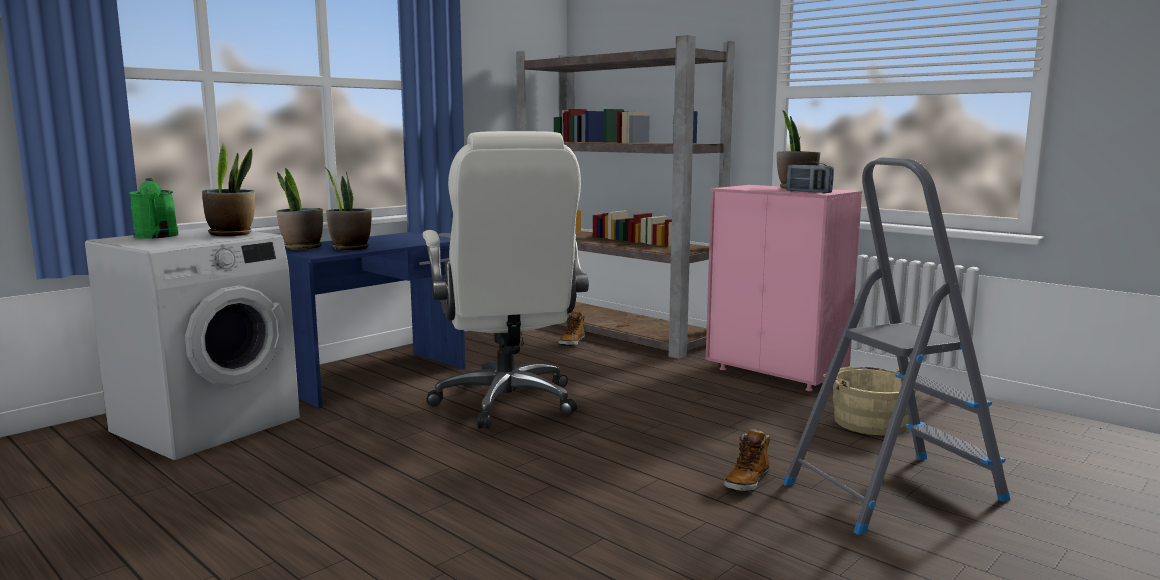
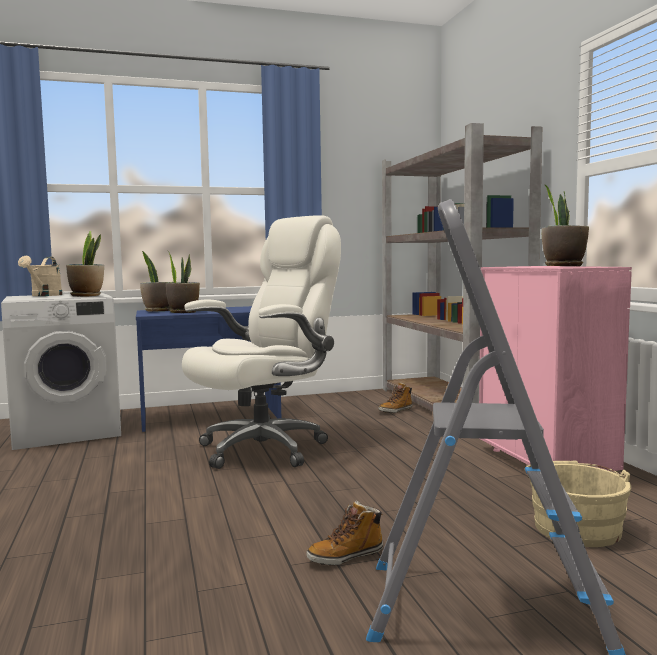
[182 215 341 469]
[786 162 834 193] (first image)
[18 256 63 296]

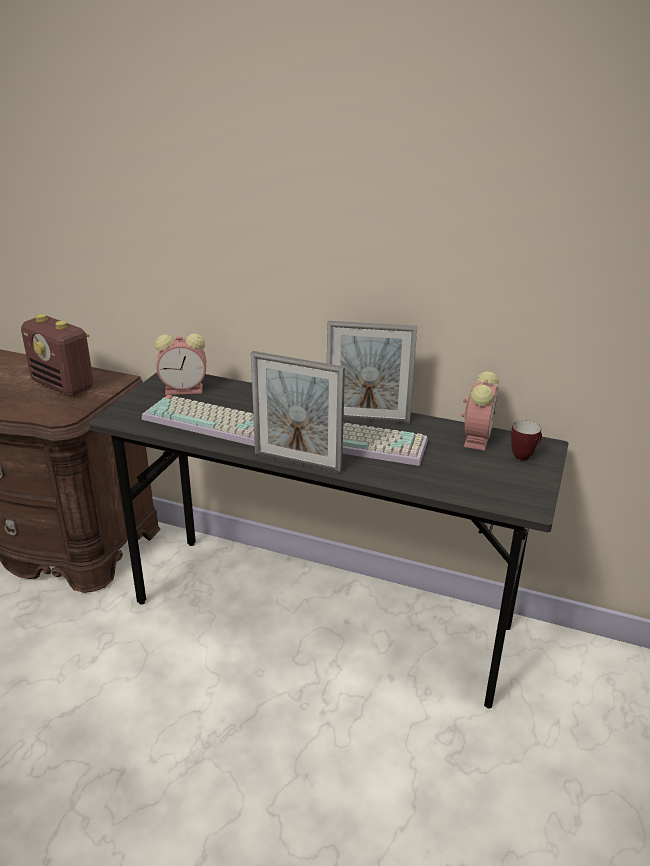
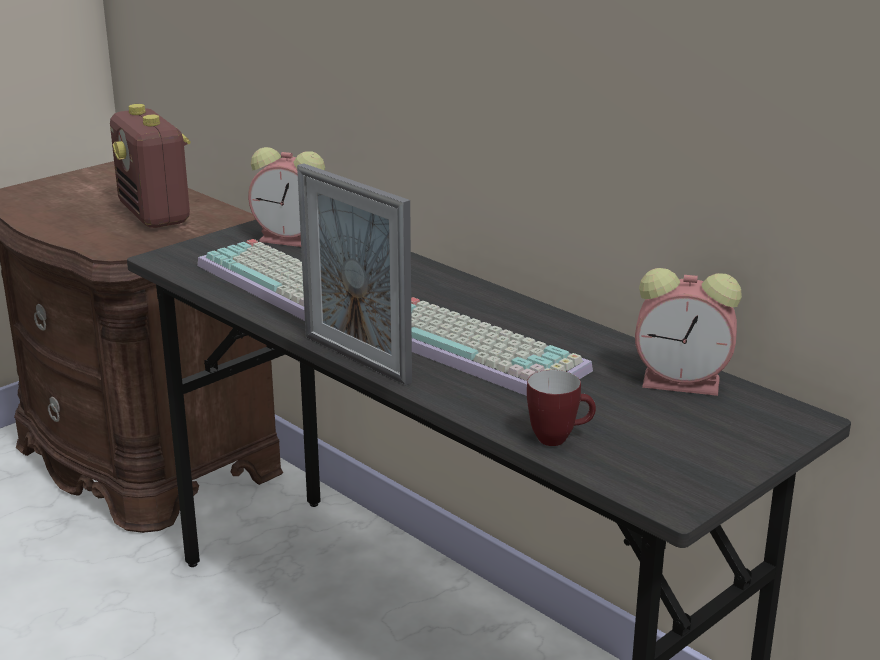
[327 321 417 424] (first image)
[635 268 742 396]
[527 370 596 446]

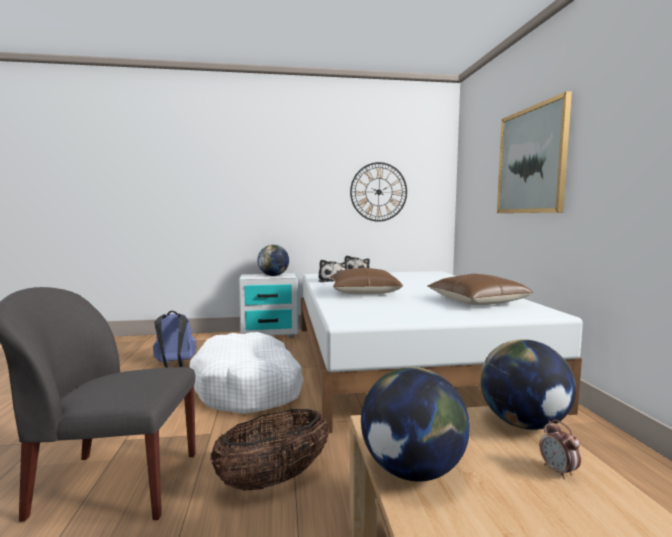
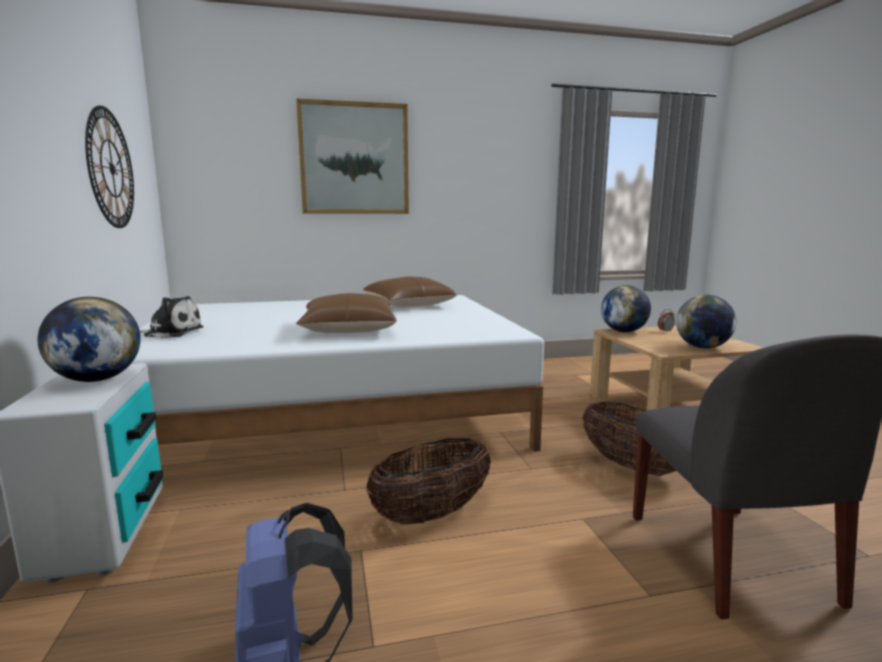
[318 260 347 282] (first image)
[366 439 491 525]

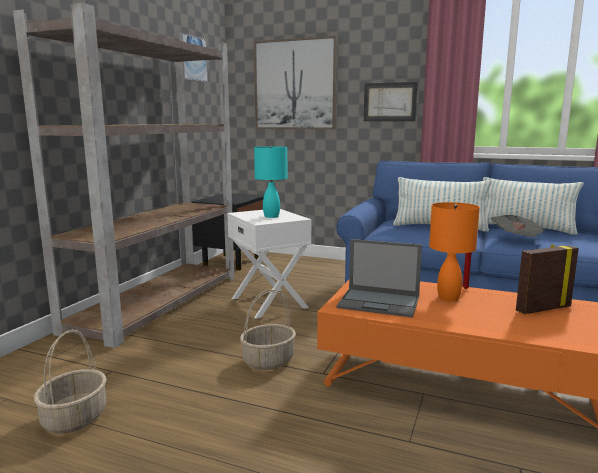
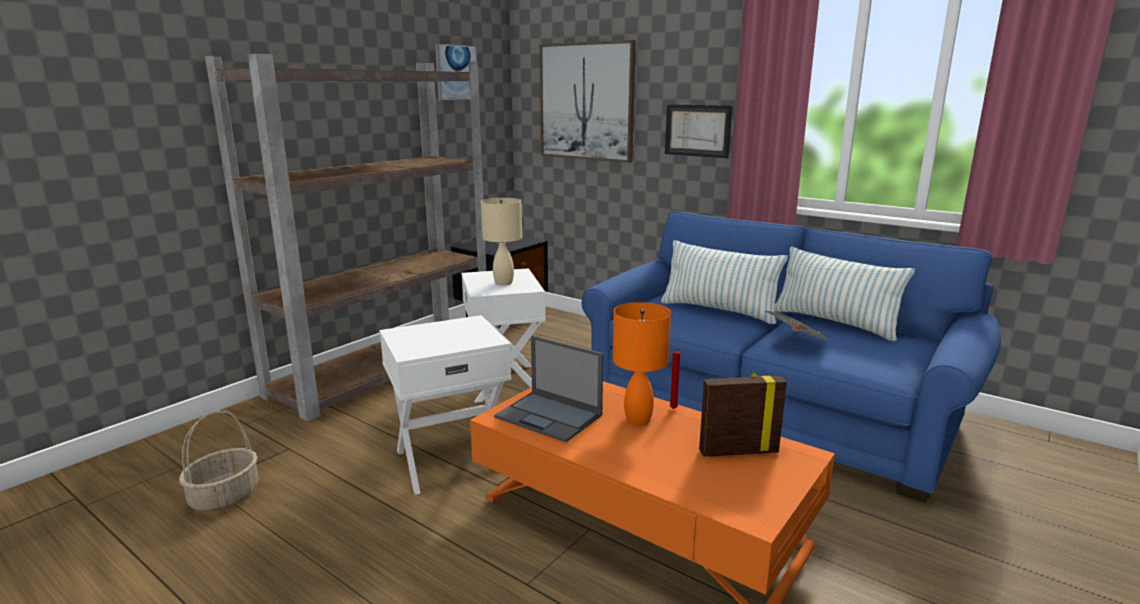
[481 198 522 285]
[379 315 511 495]

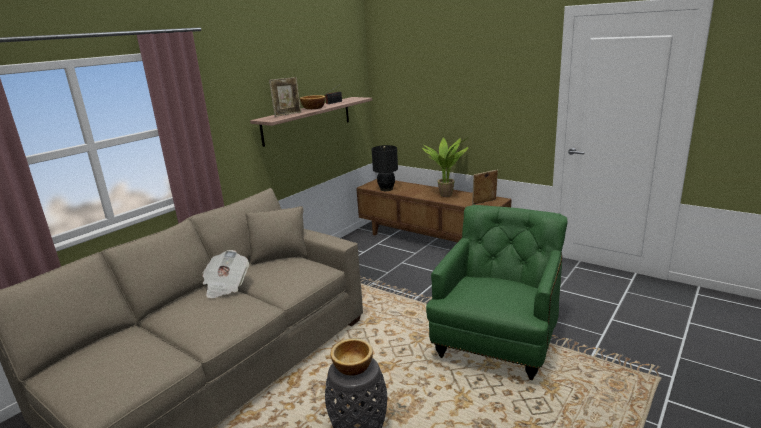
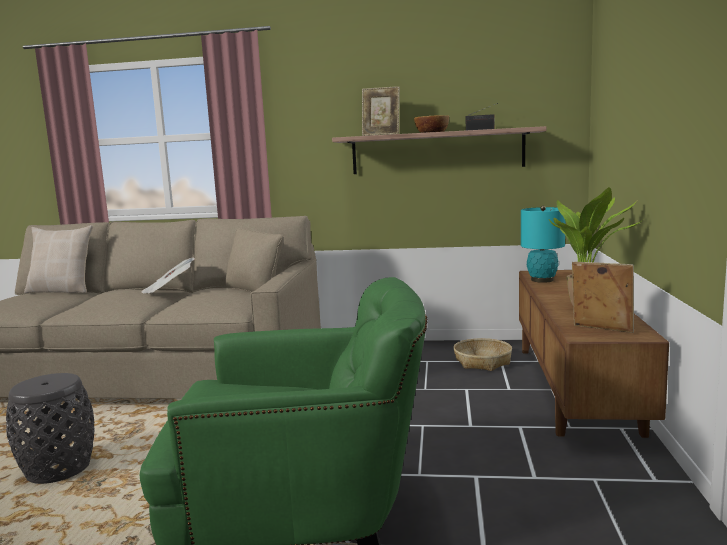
[521 206 565 283]
[330 338 373 376] (first image)
[24 225 93 293]
[453 338 512 371]

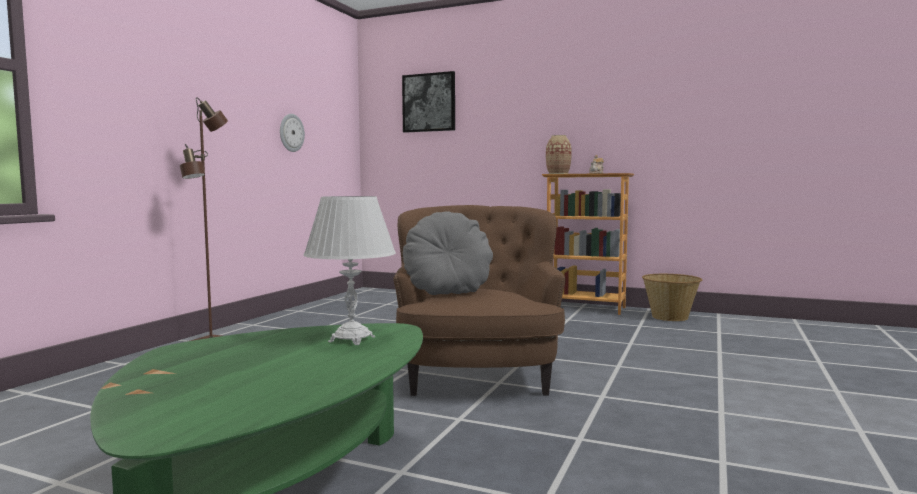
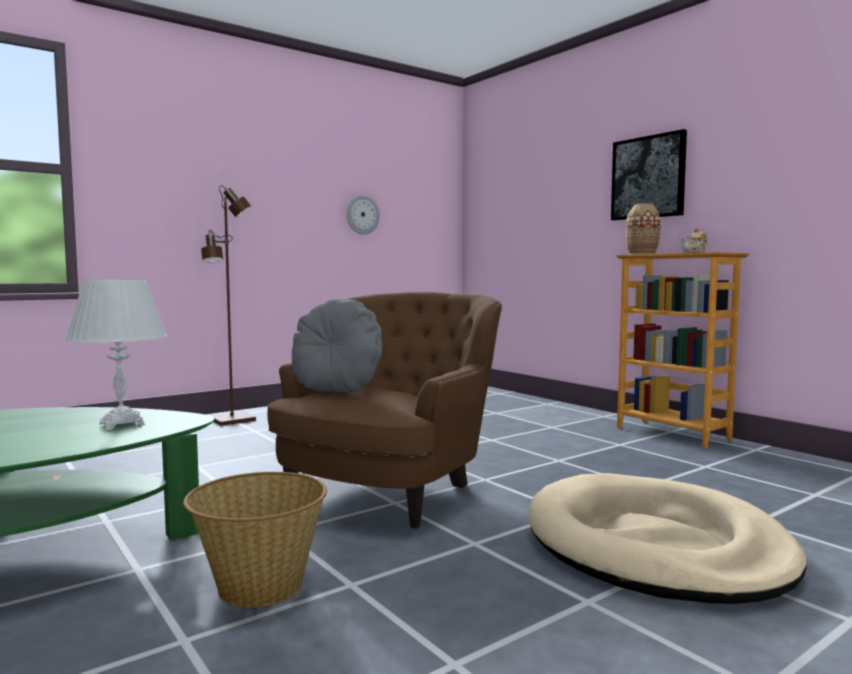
[611 129 687 220]
[183 472 327 607]
[529 473 807 604]

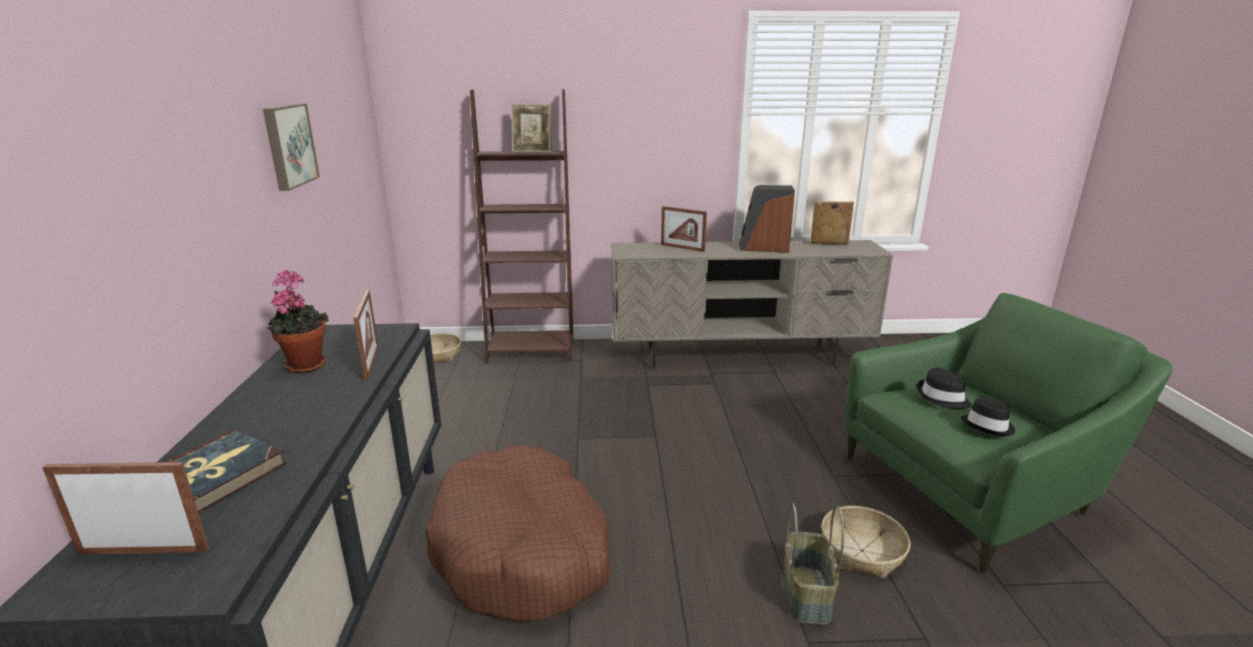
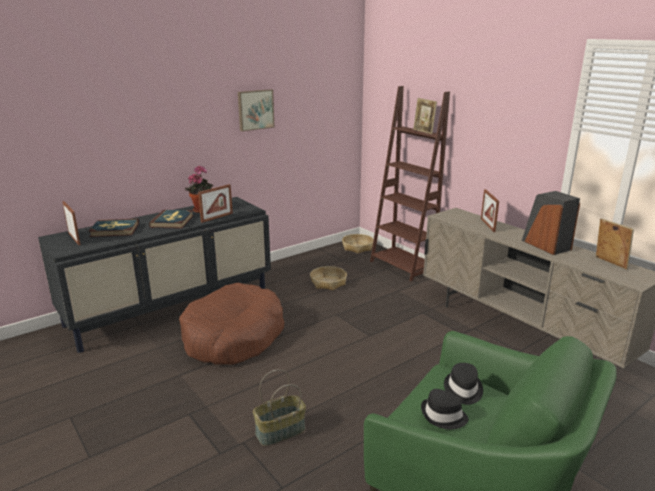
[310 266 347 290]
[149 210 194 229]

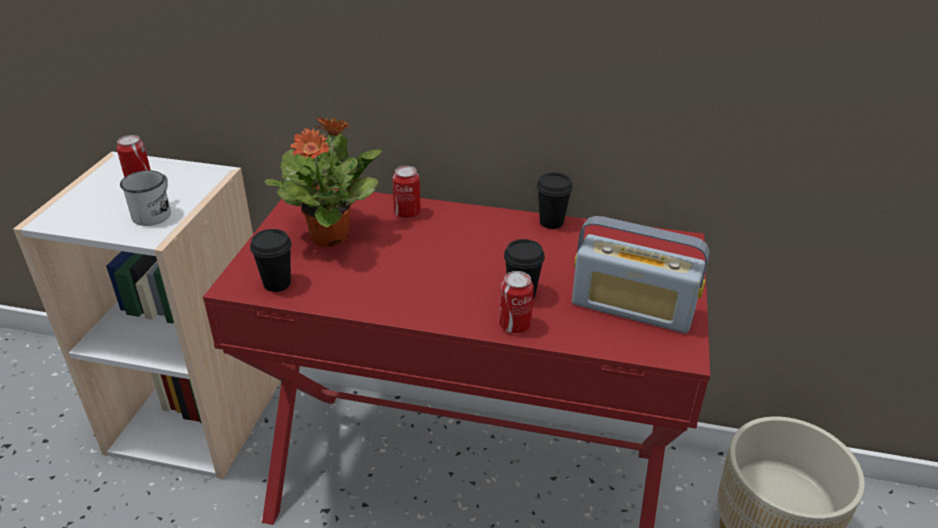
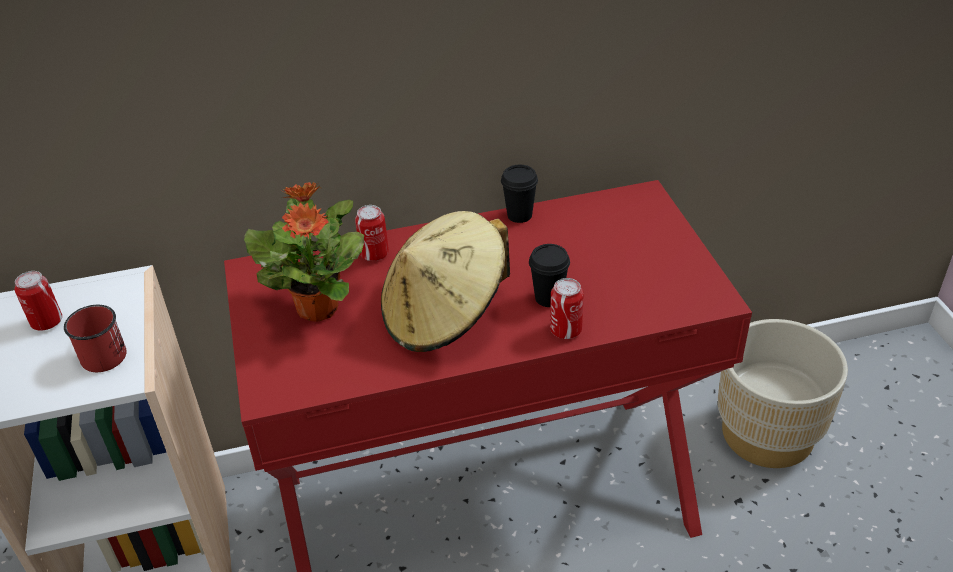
[64 305 127 372]
[572 216 709 333] (first image)
[250 229 292 292] (first image)
[381 211 510 352]

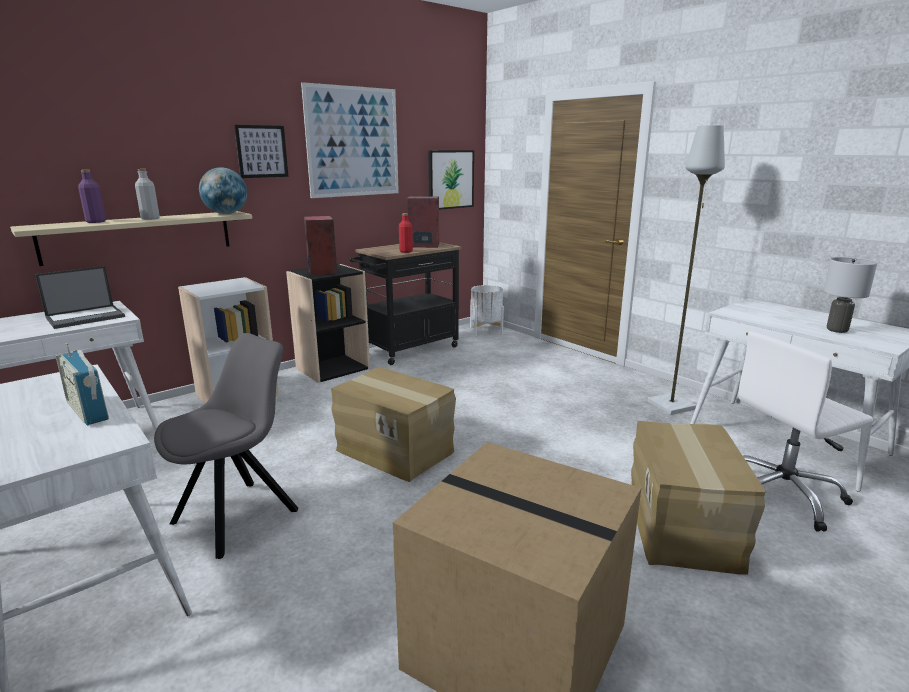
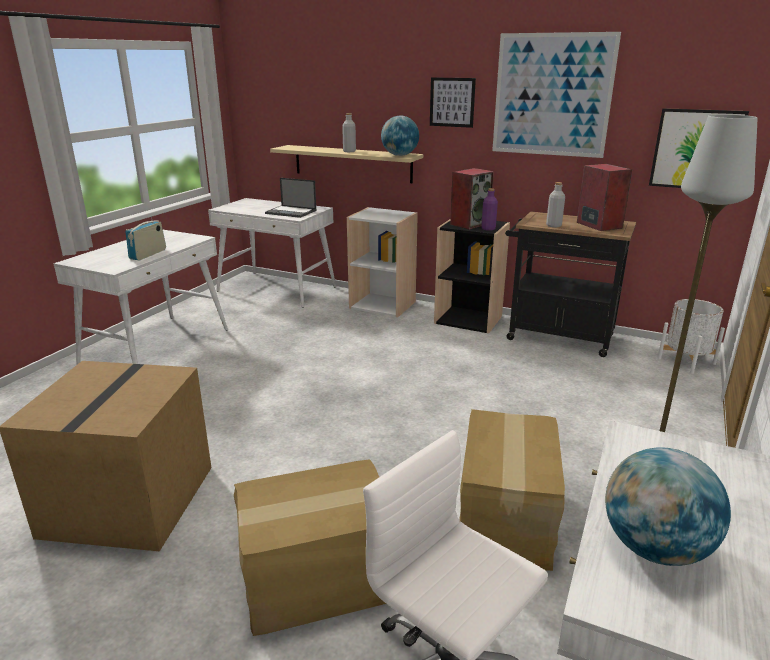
[481 188 498 231]
[546 182 565 227]
[605 447 731 566]
[154 333 298 559] (first image)
[459 409 565 571]

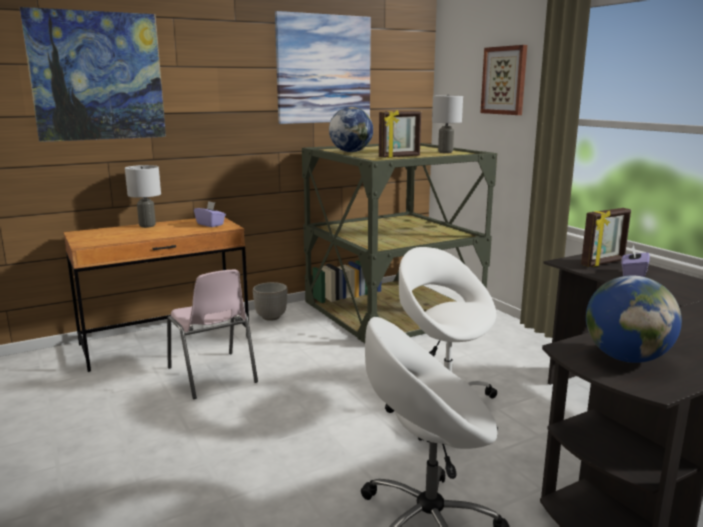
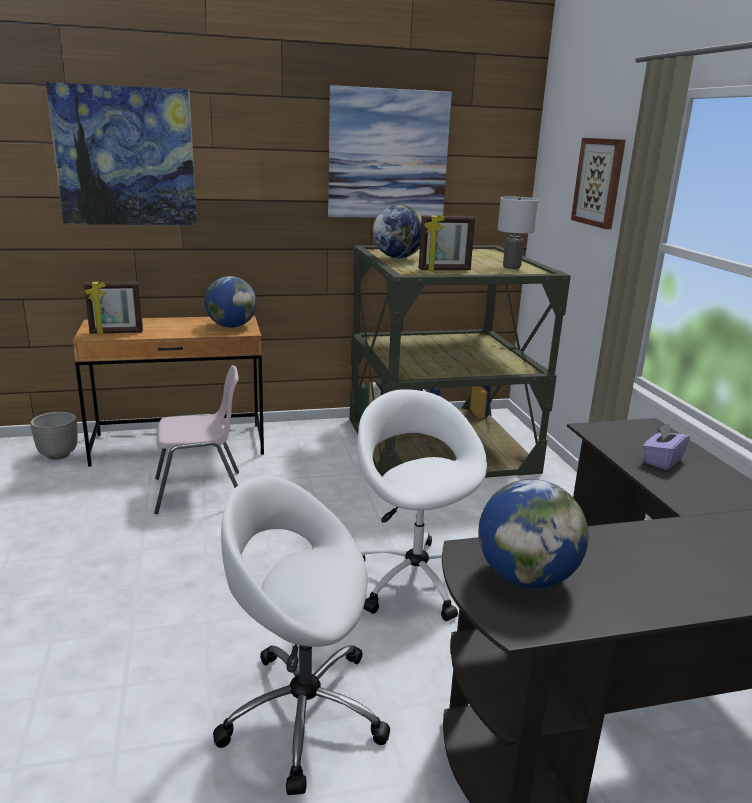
[125 165 161 228] (first image)
[204 276 257 328]
[84 282 143 334]
[154 365 239 514]
[30 412 78 460]

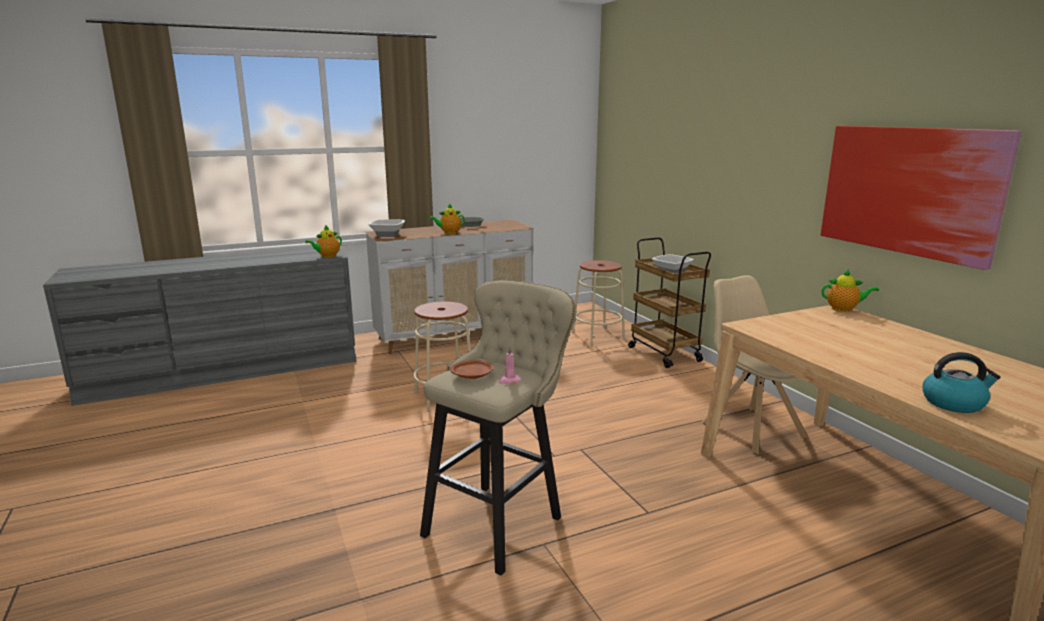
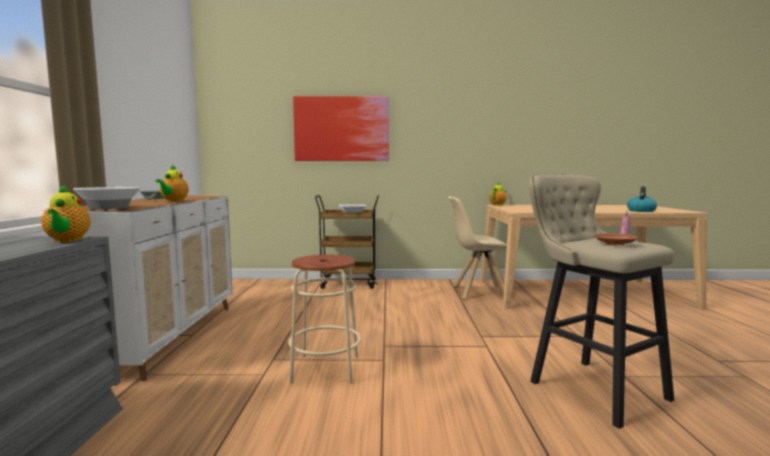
[293 96 389 161]
[572 260 625 345] (first image)

